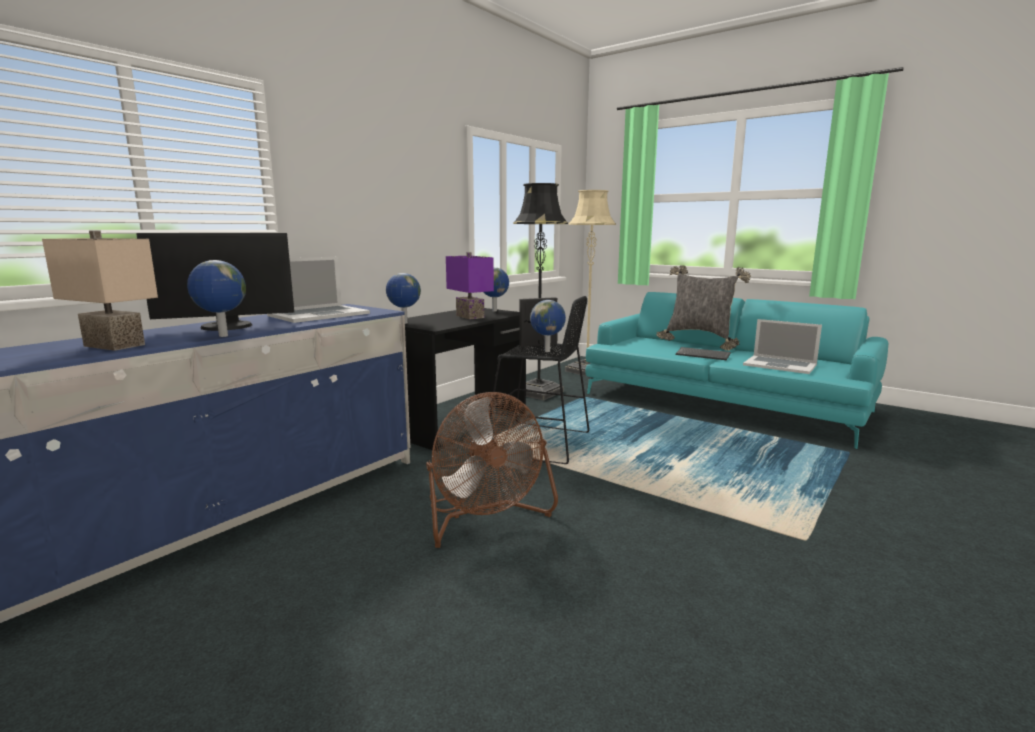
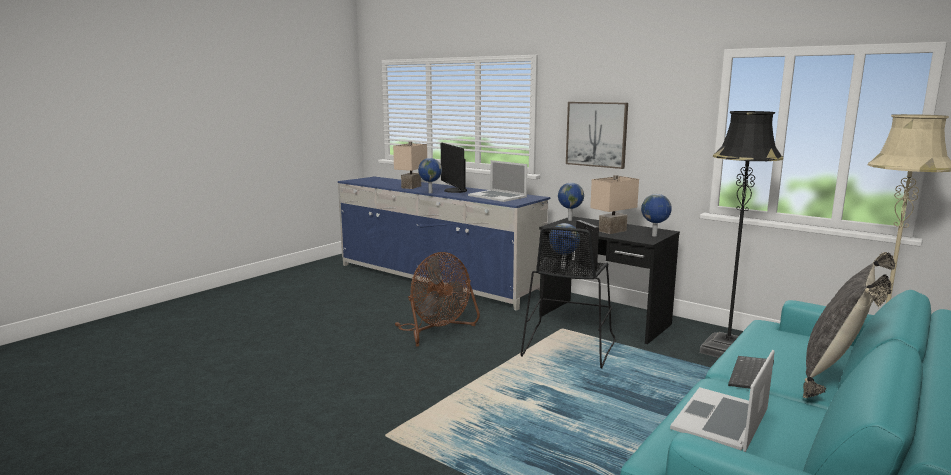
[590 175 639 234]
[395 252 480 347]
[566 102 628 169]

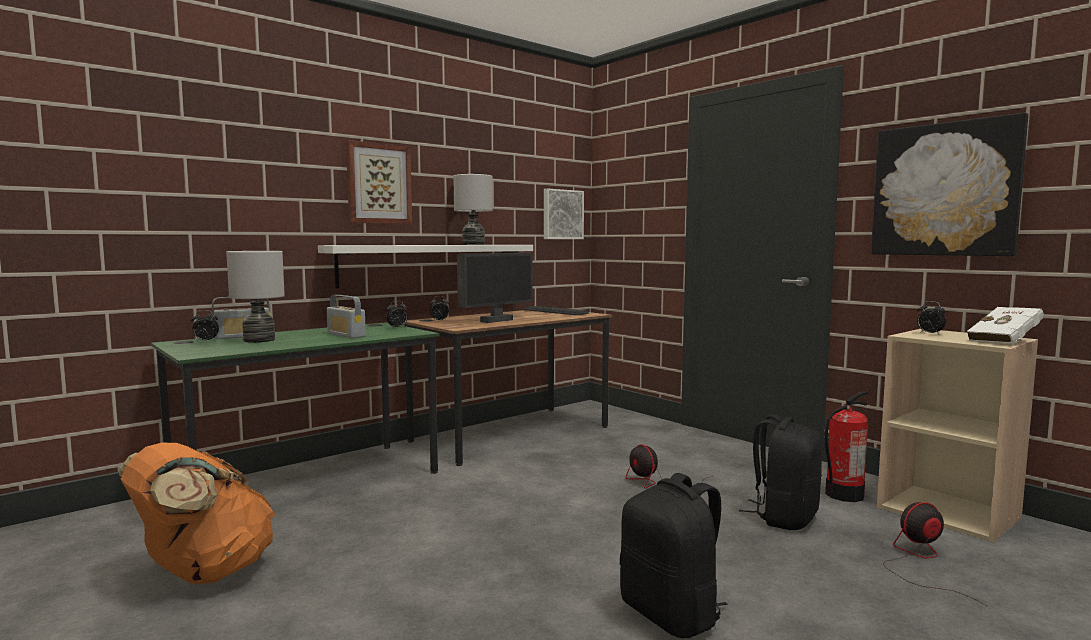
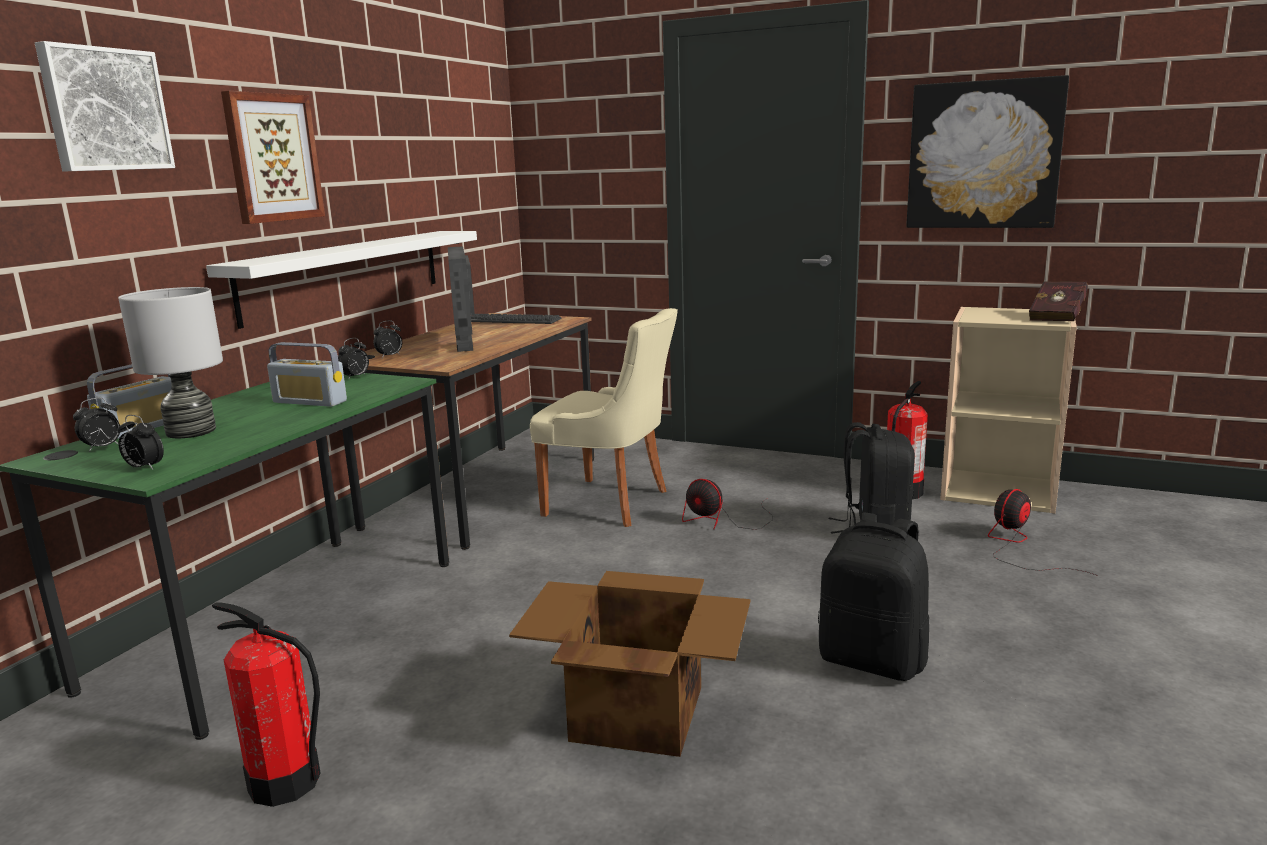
[453 174 493 245] (first image)
[35 41 175 172]
[448 246 475 352]
[117 415 164 470]
[1029 281 1088 321]
[212 602 321 807]
[530 308 678 527]
[509 571 750 757]

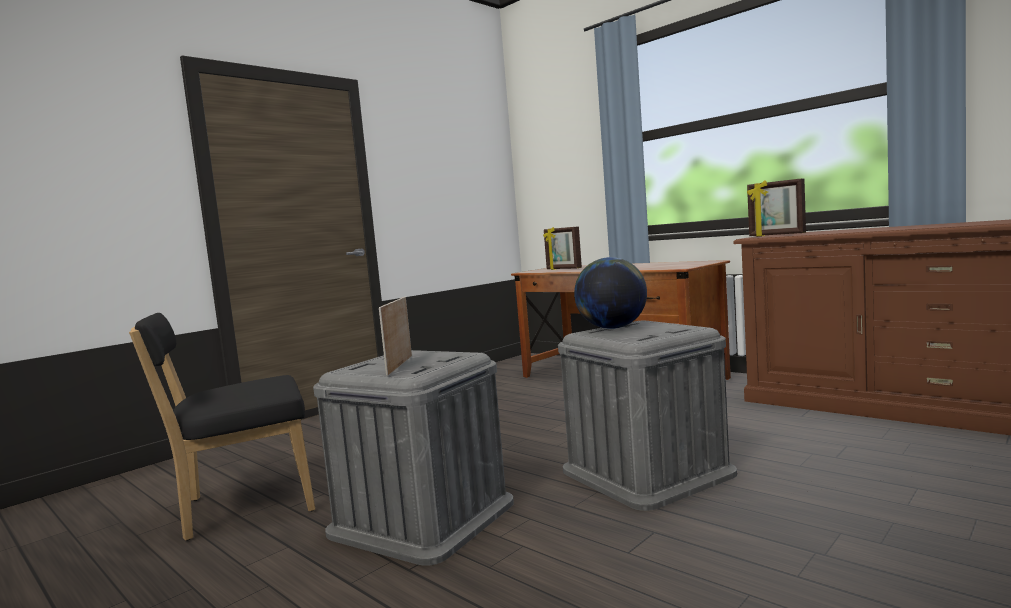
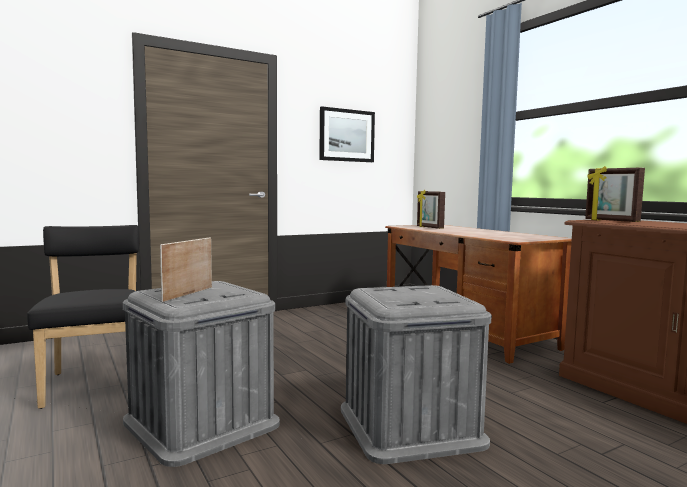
[574 257 647 329] (first image)
[27 225 139 409]
[319 106 375 162]

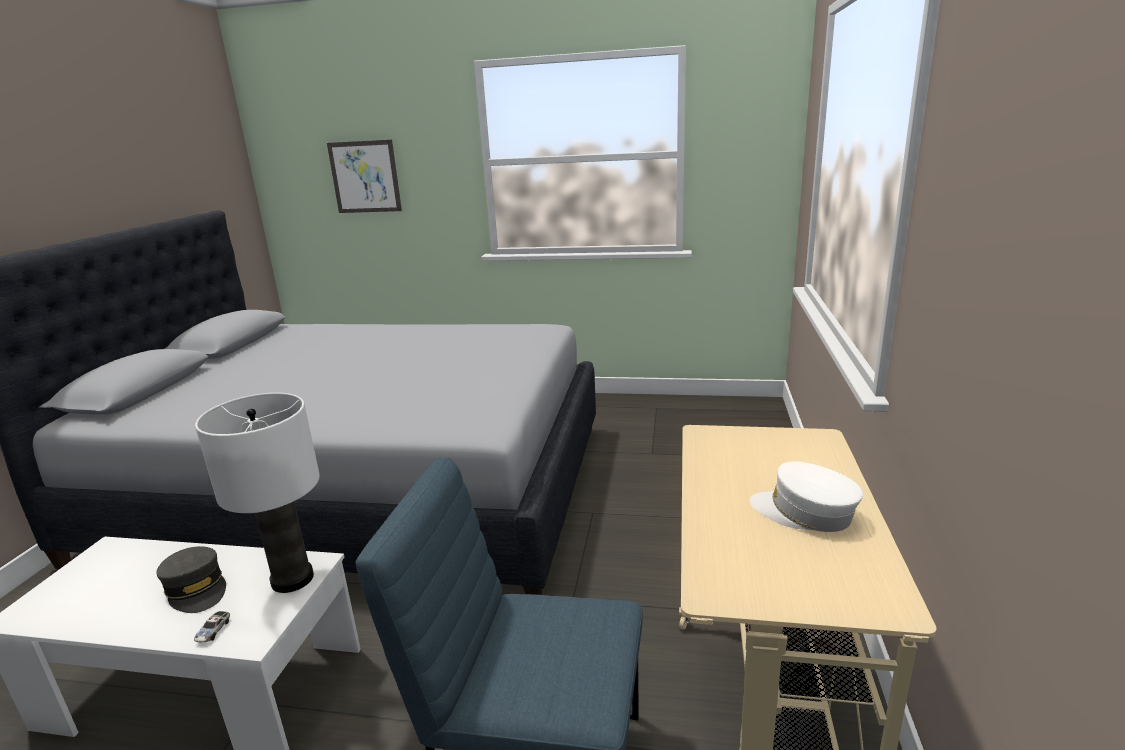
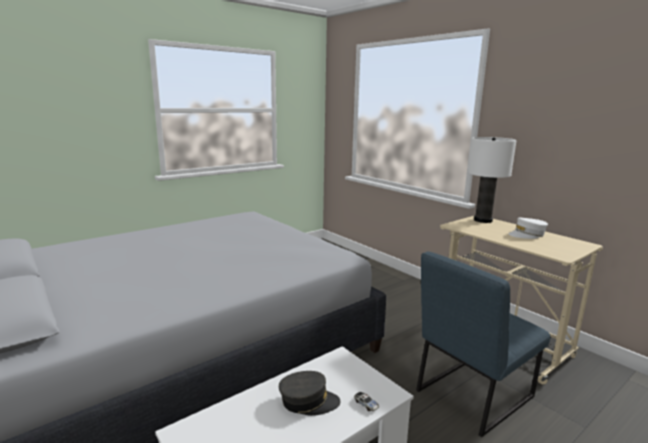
[327 140 402 213] (first image)
[468 137 516 223]

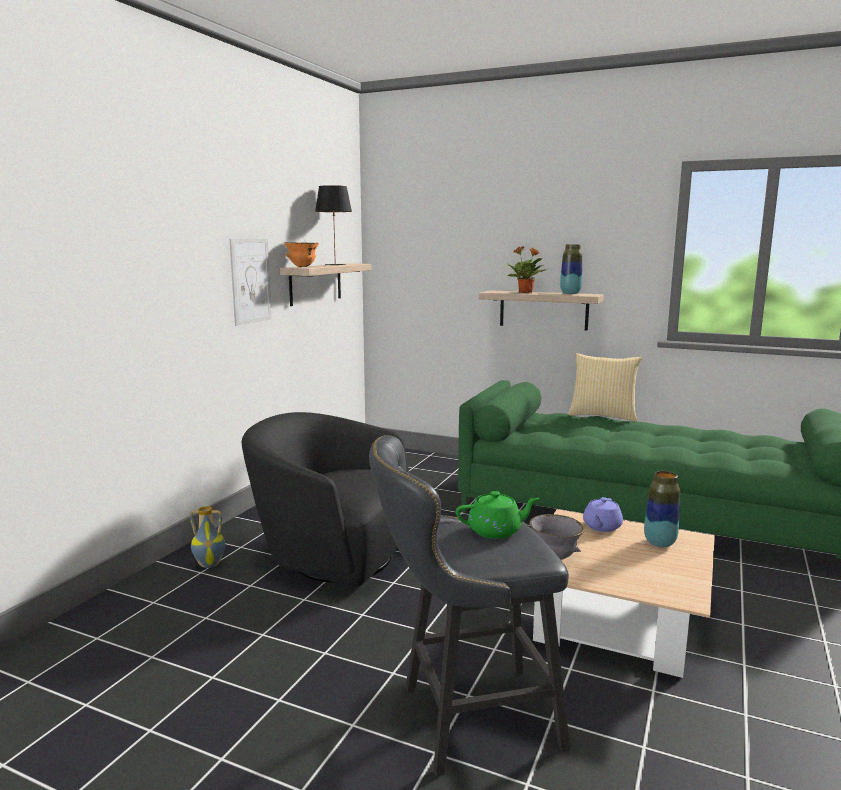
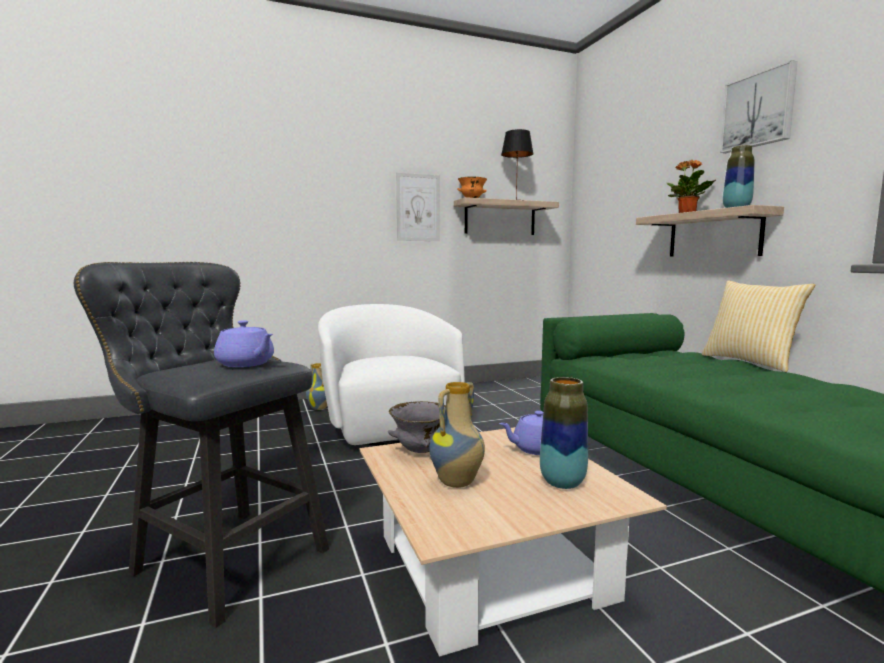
[318 304 465 446]
[214 320 274 367]
[720 60 798 153]
[429 382 485 488]

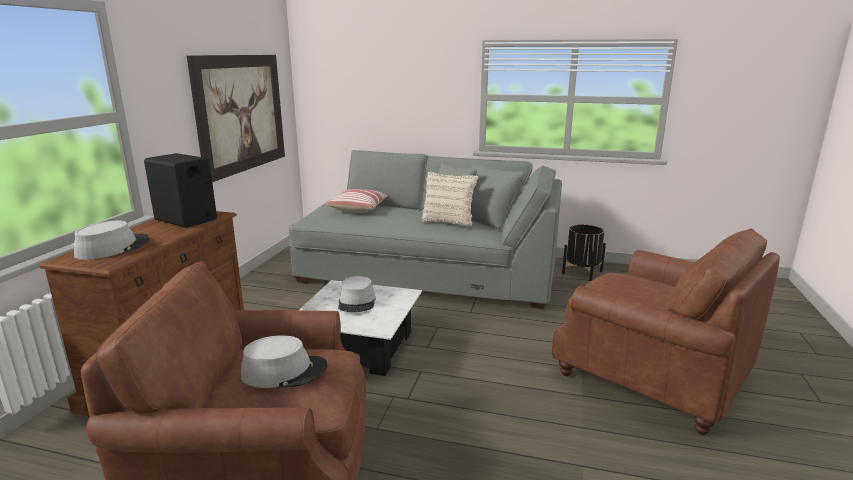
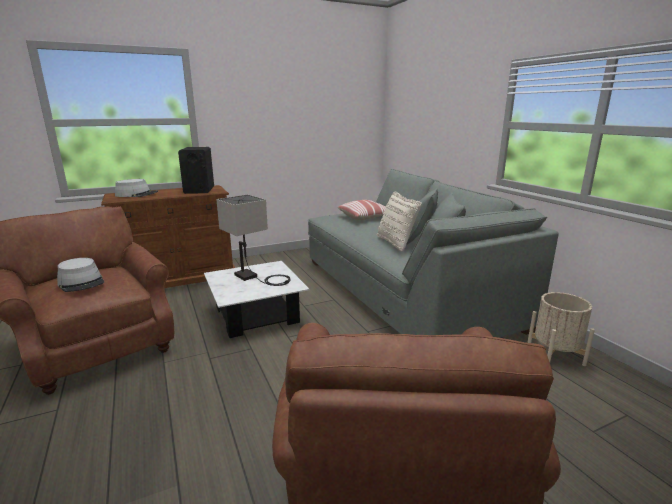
[187 55 285 182] (first image)
[527 292 595 366]
[216 194 290 286]

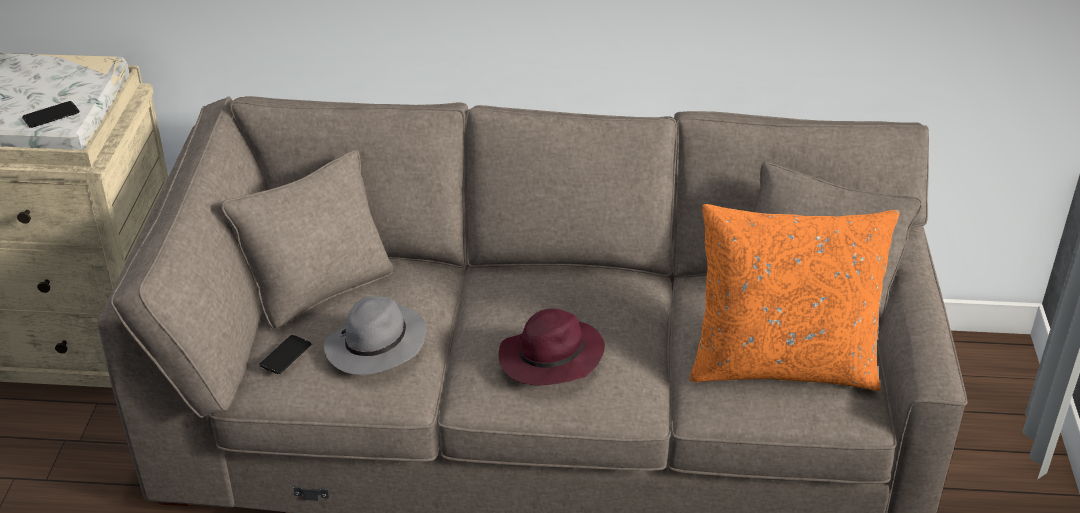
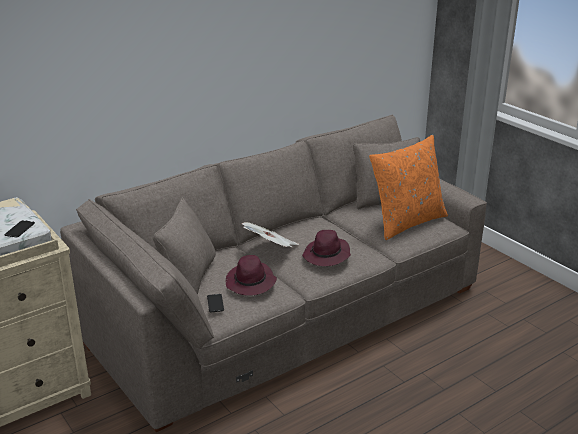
[226 255 277 296]
[242 222 299 247]

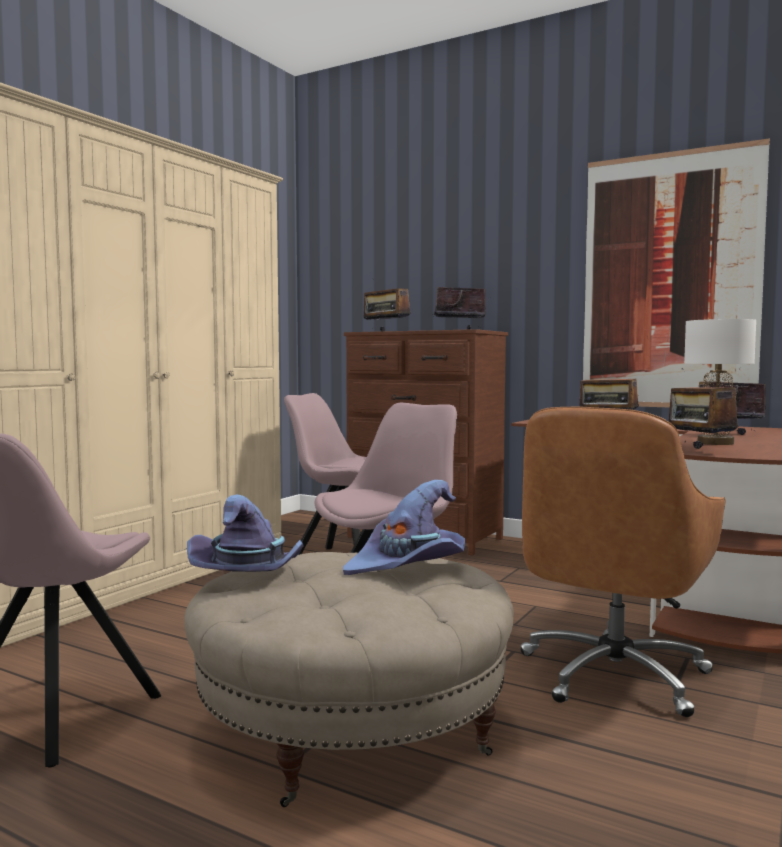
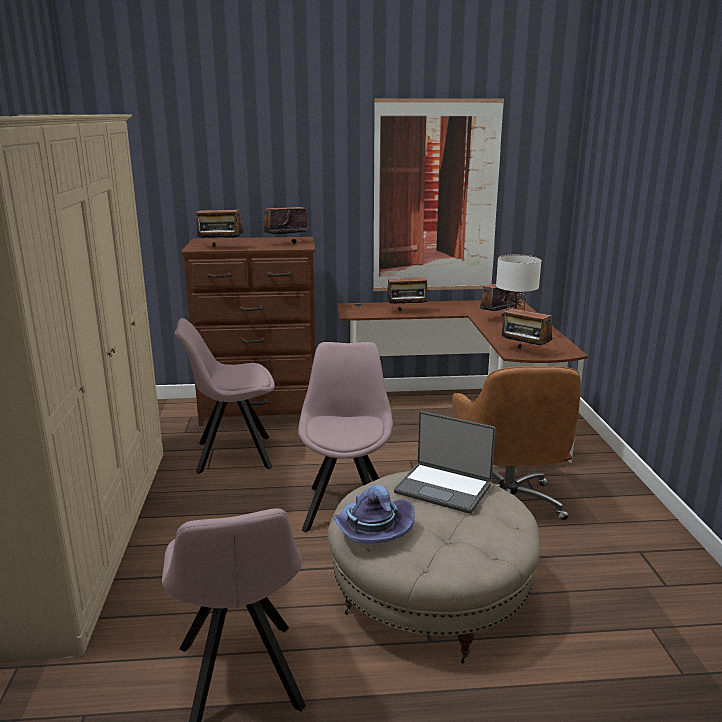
[394 411 496 514]

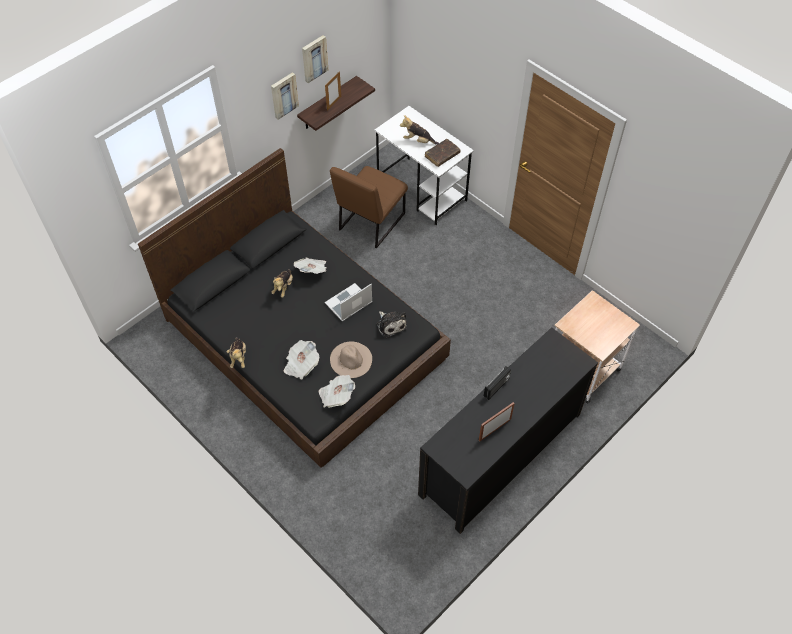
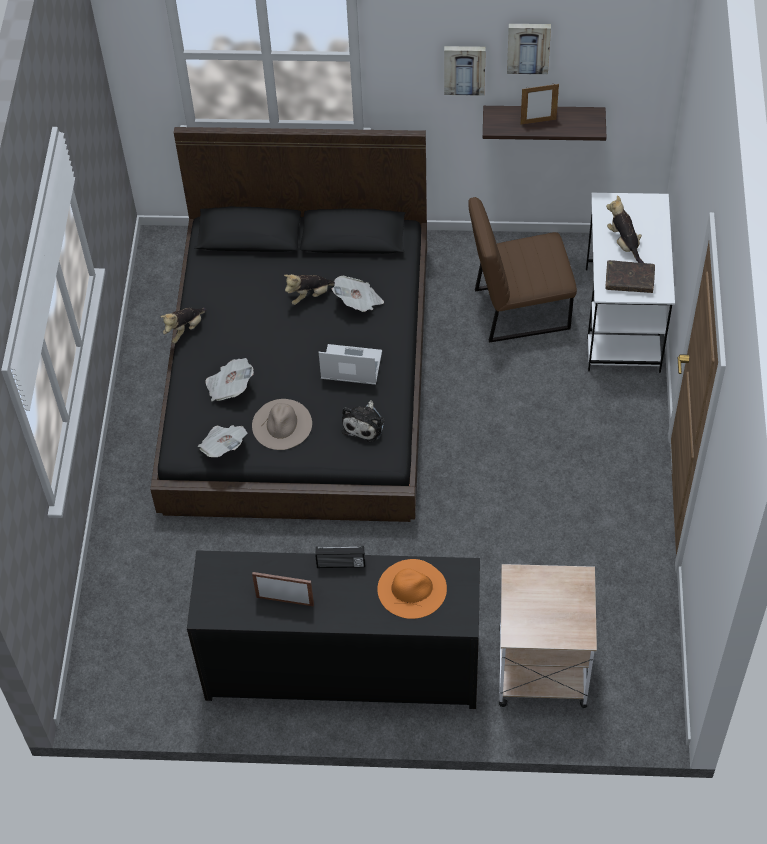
[377 559 447 619]

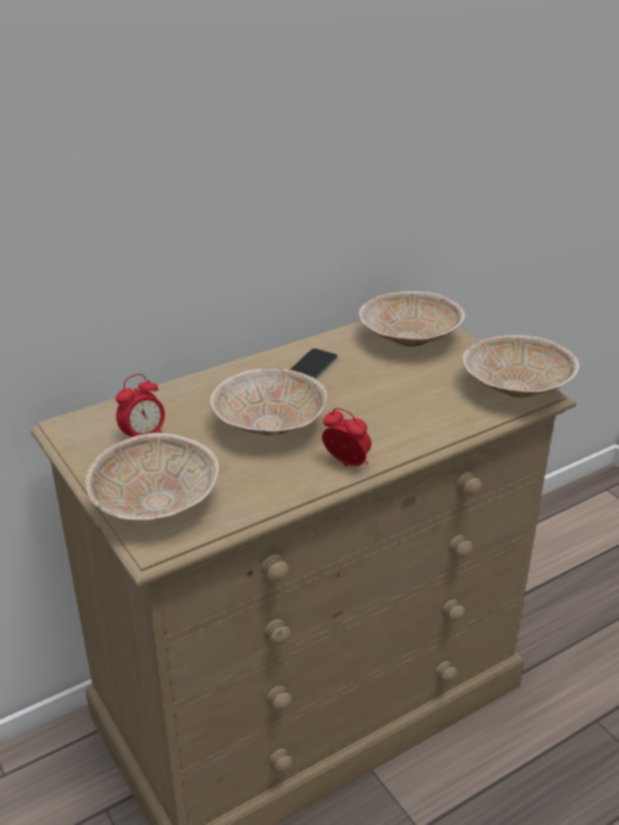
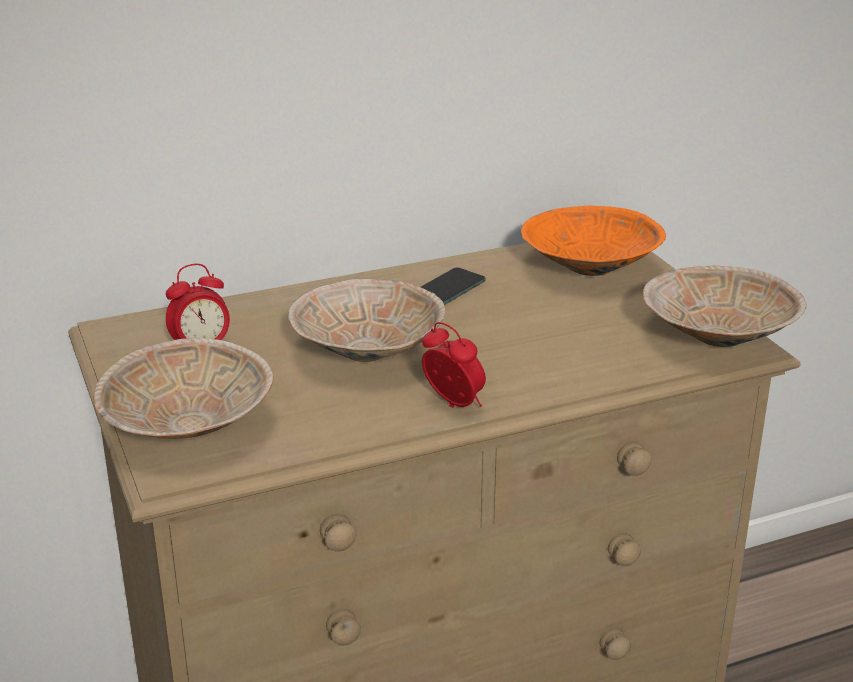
[521 206 666 276]

